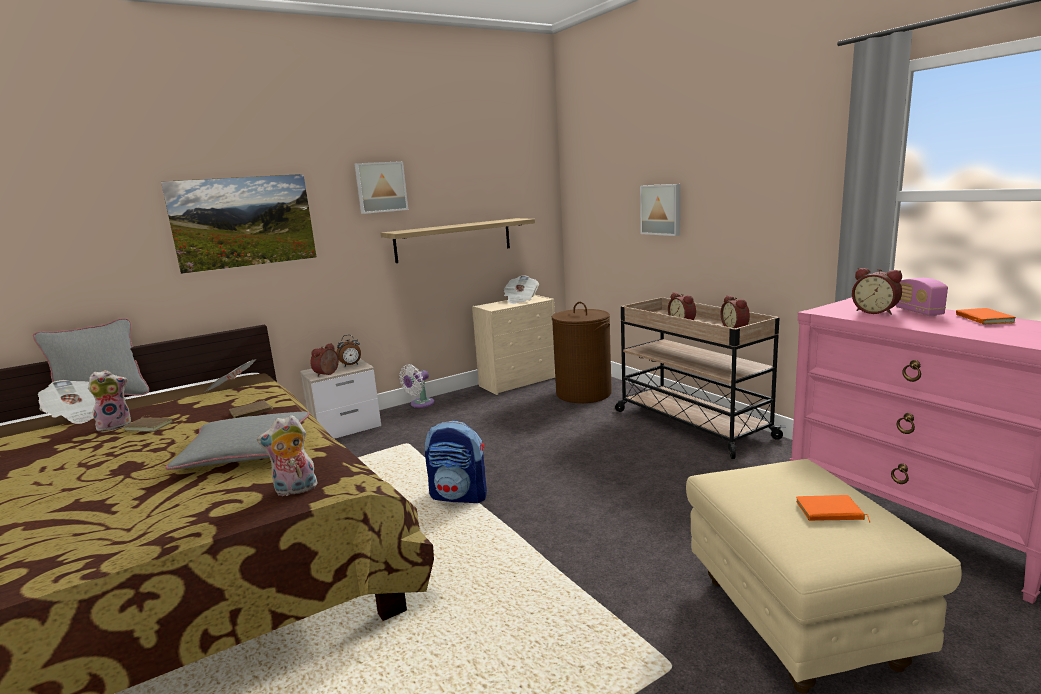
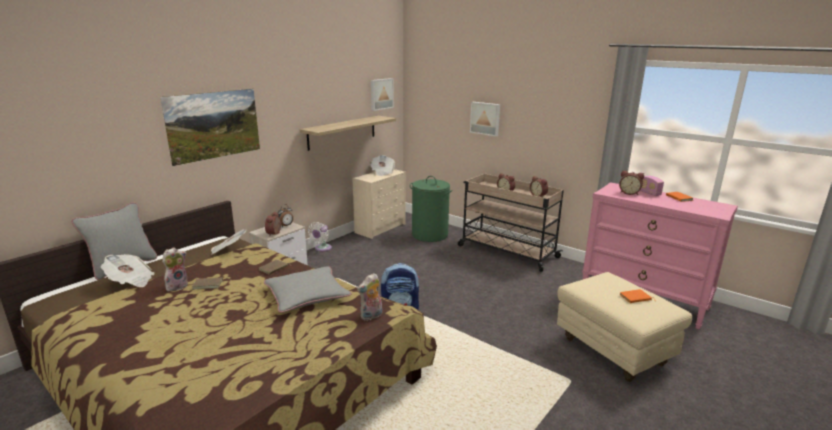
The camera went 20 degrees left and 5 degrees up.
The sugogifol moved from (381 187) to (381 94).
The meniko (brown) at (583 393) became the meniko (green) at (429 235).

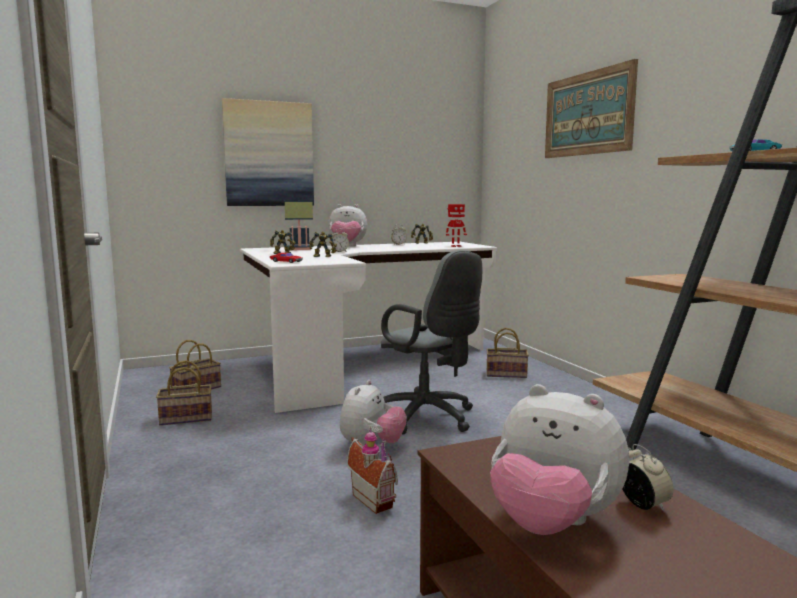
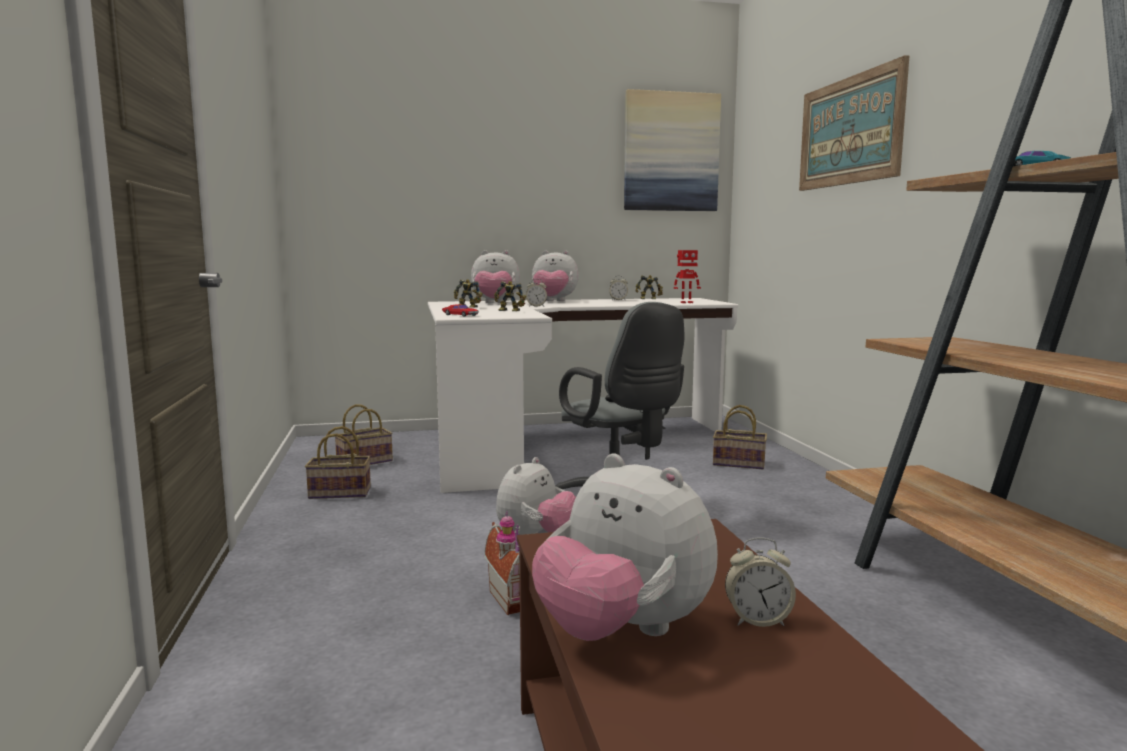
The camera went 10 degrees right and 0 degrees up.
The sugogifol moved from (269 154) to (671 152).
The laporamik at (300 249) was replaced by the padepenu at (495 303).
The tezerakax at (643 505) turned 105 degrees clockwise.

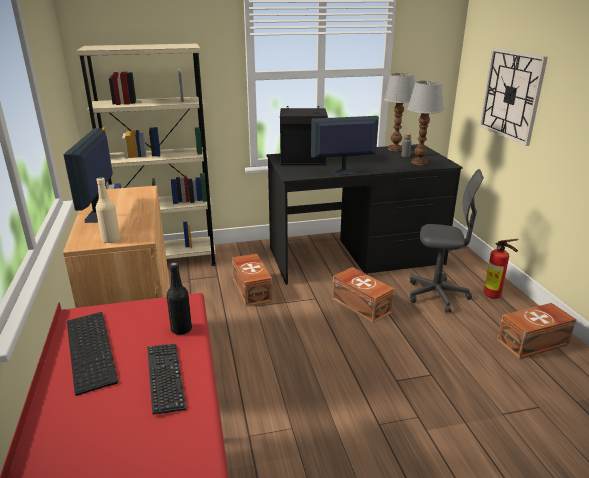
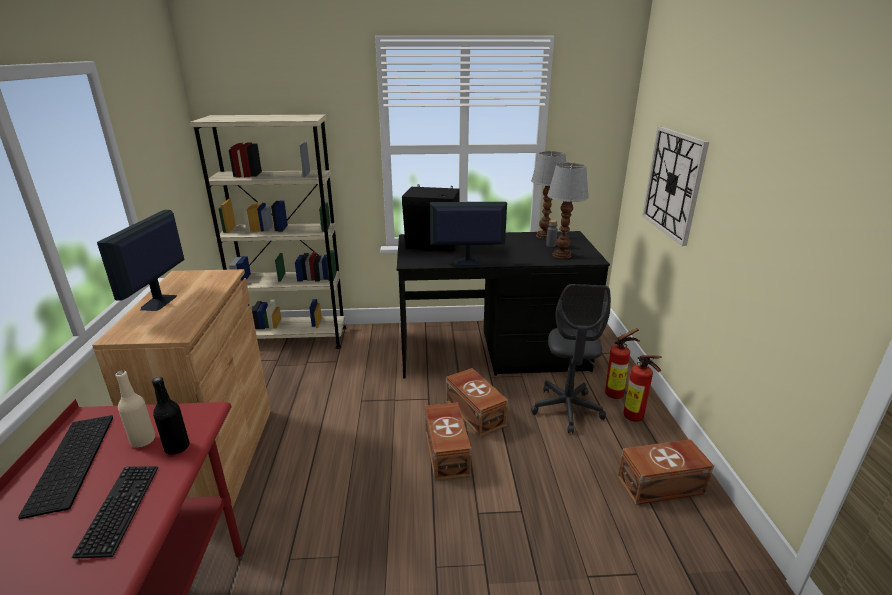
The camera went 10 degrees right and 0 degrees up.
The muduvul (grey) at (437 295) turned 75 degrees clockwise.
The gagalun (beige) moved from (111 240) to (143 441).
The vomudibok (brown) moved from (252 289) to (447 452).
The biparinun at (617 394) appeared.

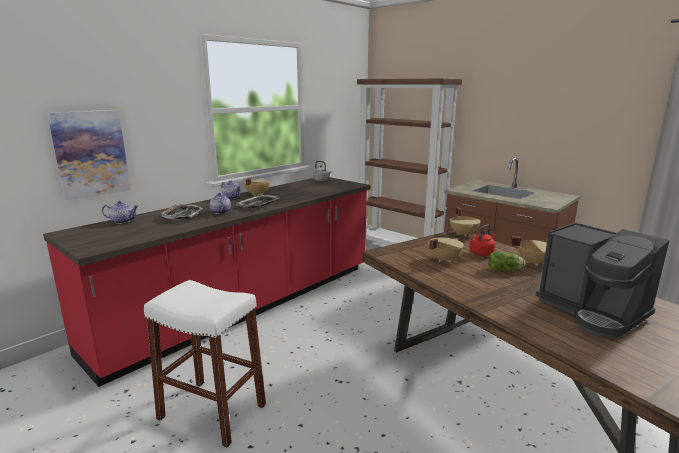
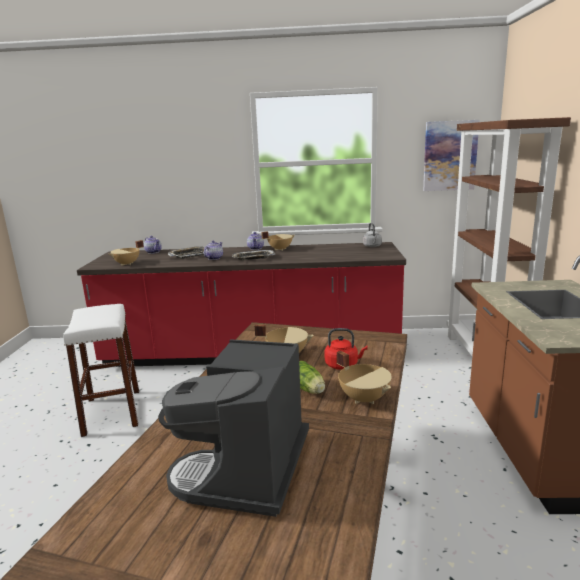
The camera went 50 degrees right and 0 degrees up.
The sugogifol moved from (91 153) to (449 156).
The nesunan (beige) moved from (463 234) to (127 264).

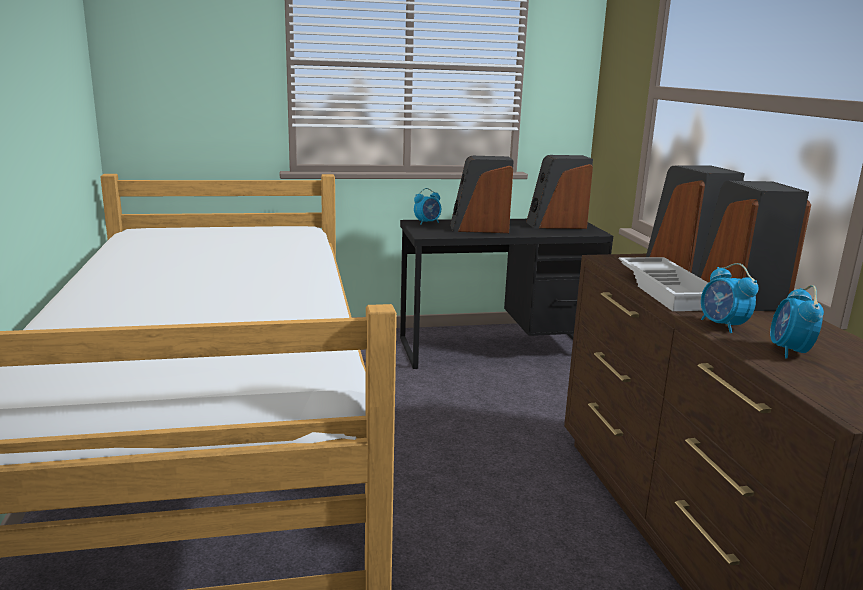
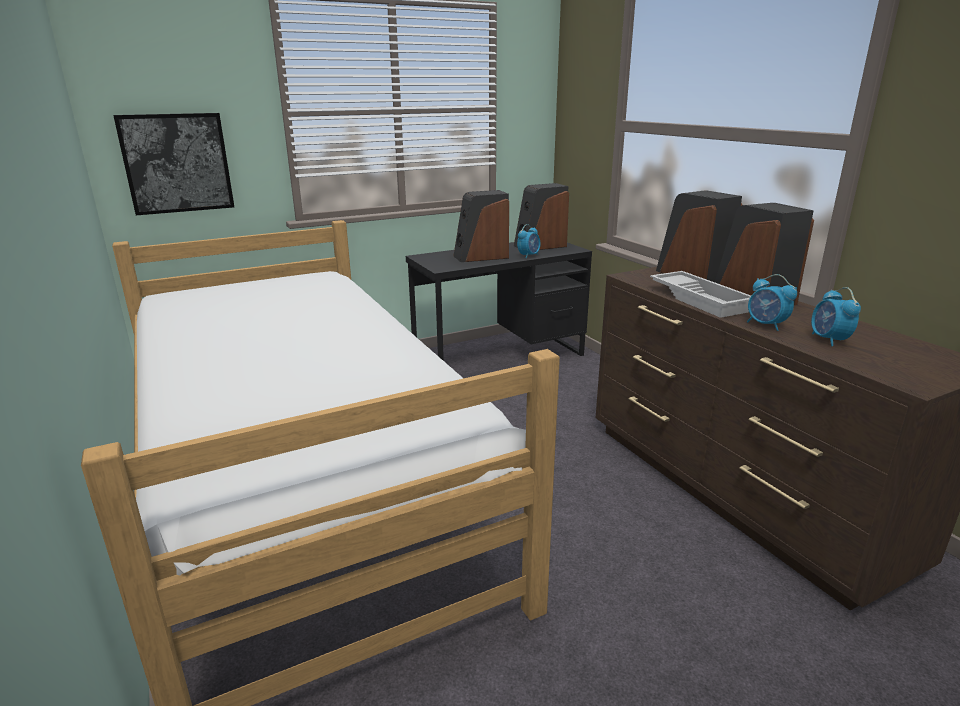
The camera went 15 degrees left and 5 degrees up.
The tezerakax moved from (427 223) to (529 256).
The sugogifol at (177 163) appeared.

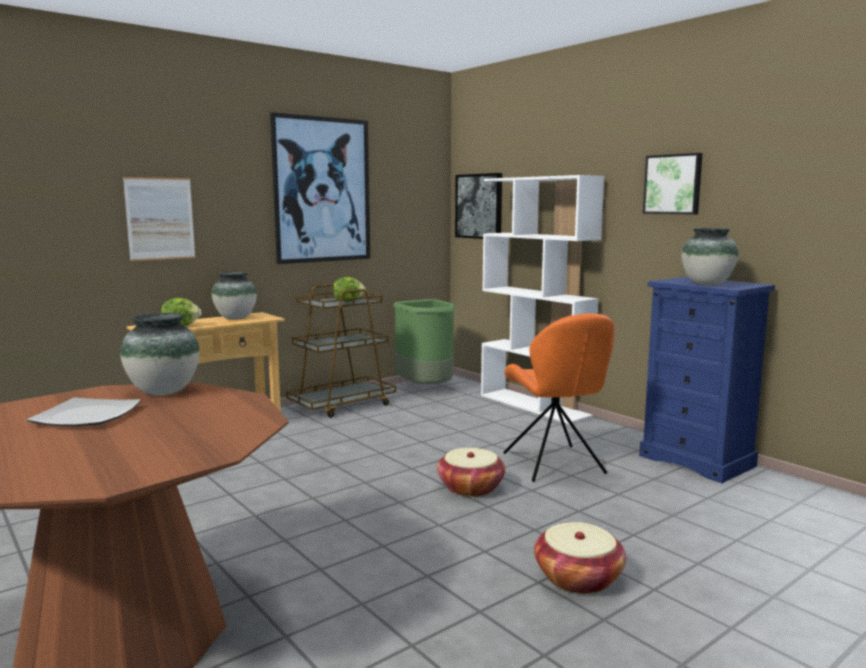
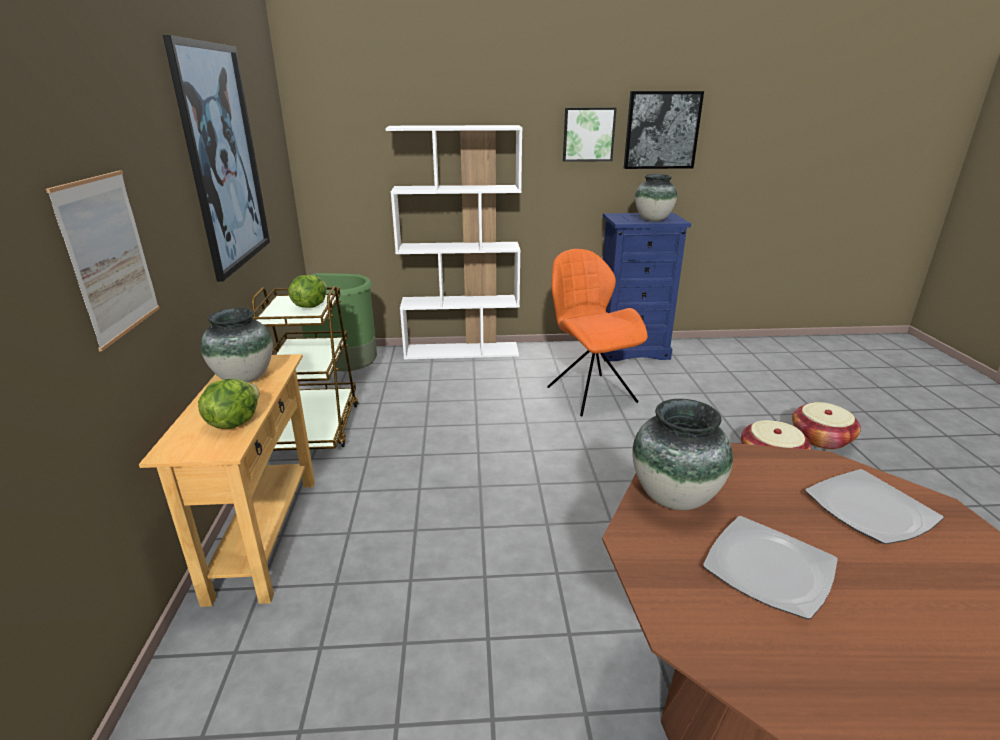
The camera went 55 degrees left and 15 degrees up.
The sugogifol moved from (479 206) to (661 130).
The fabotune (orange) at (554 465) turned 135 degrees counterclockwise.
The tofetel moved from (470 488) to (821 439).
The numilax at (868 509) appeared.

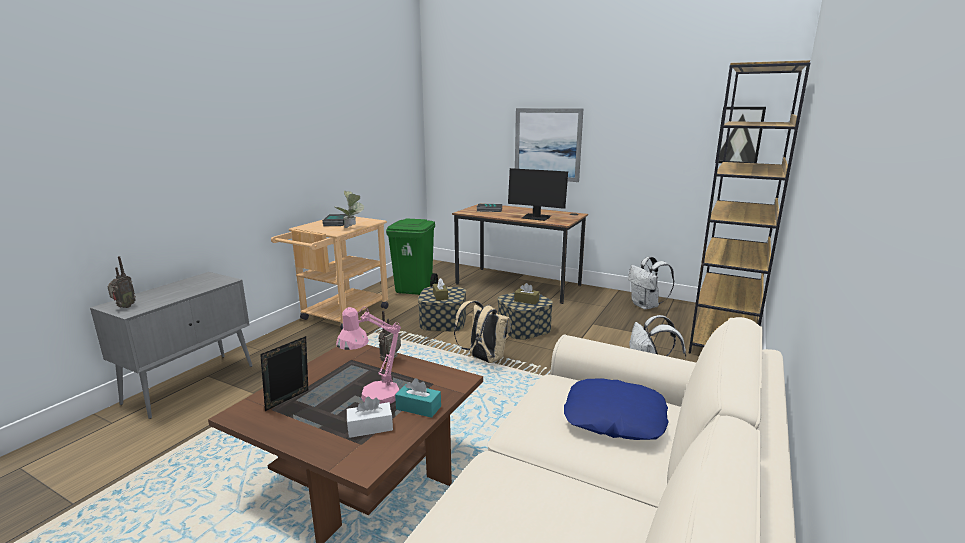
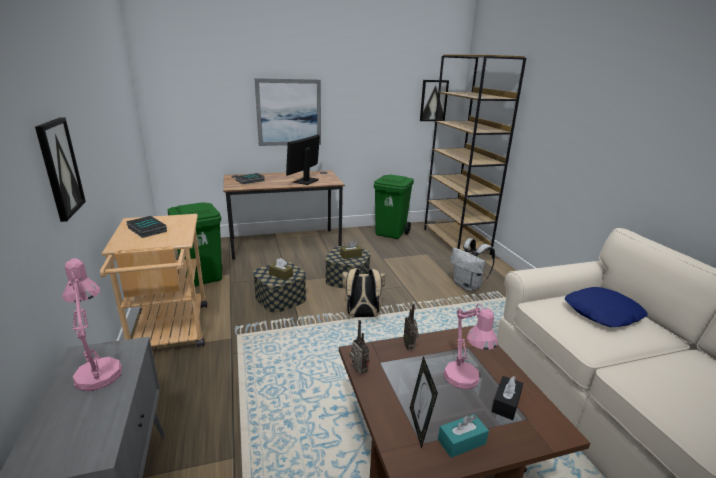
The camera went 45 degrees left and 5 degrees up.
The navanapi at (536 217) turned 135 degrees clockwise.
The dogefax at (352 227) disappeared.
The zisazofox moved from (124 307) to (358 372).
The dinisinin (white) at (646 306) was replaced by the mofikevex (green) at (391 234).
The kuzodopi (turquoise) moved from (418 408) to (461 442).
The kuzodopi (white) at (370 427) became the kuzodopi (black) at (506 403).
The sugogifol at (59 168) appeared.
The laporamik (pink) at (98 370) appeared.

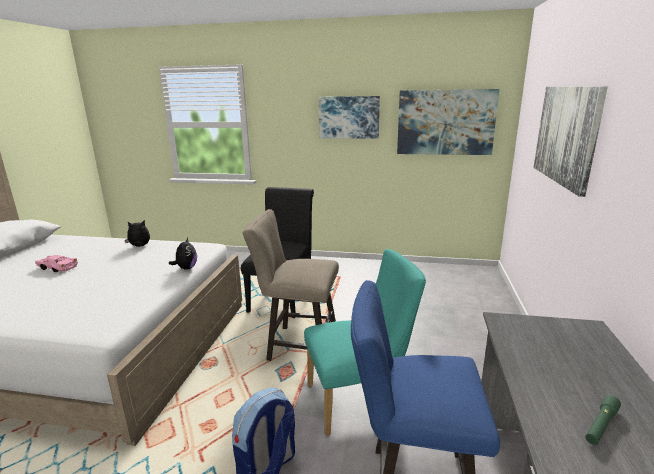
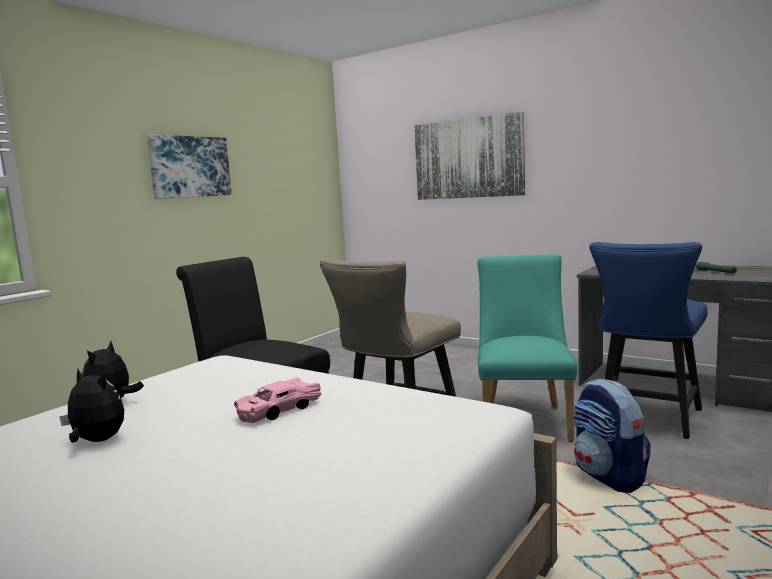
The camera went 65 degrees left and 10 degrees down.
The sugogifol at (445 122) disappeared.
The padepenu moved from (186 268) to (96 441).
The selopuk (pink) moved from (57 267) to (278 410).

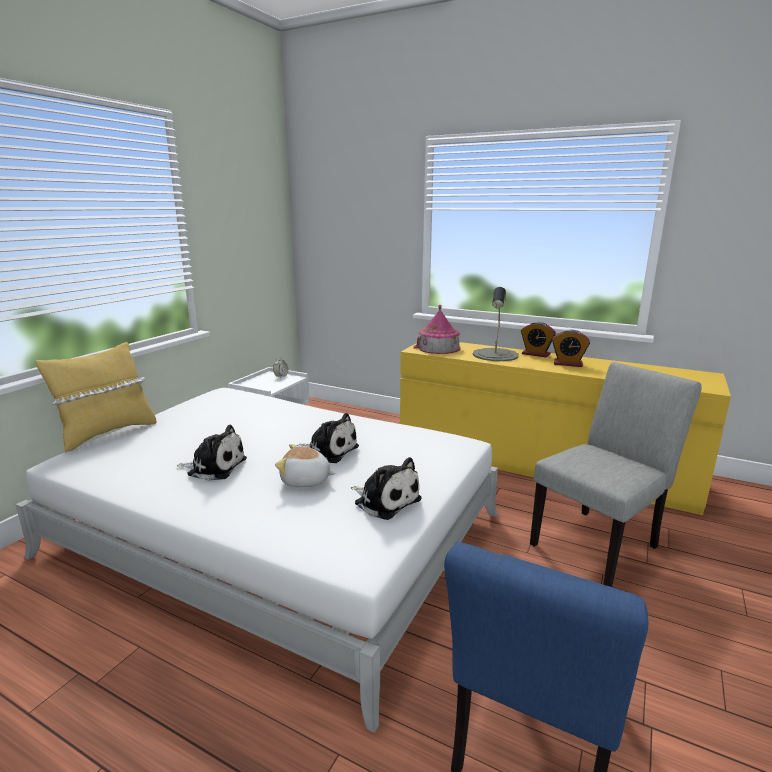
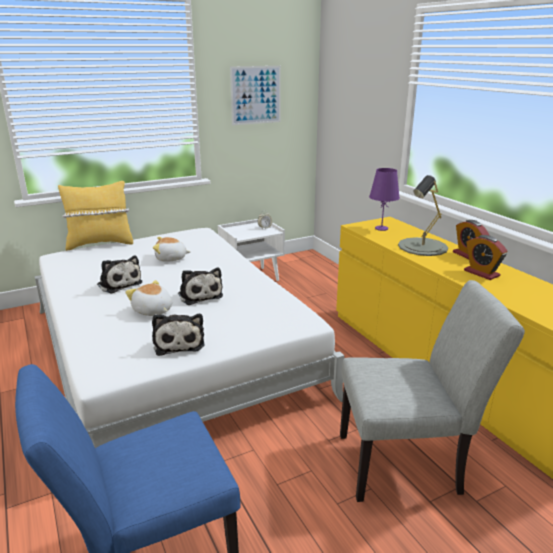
The camera went 35 degrees right and 5 degrees up.
The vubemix at (438 348) was replaced by the laporamik (purple) at (381 228).
The sugogifol at (256 95) appeared.
The padepenu at (171 258) appeared.

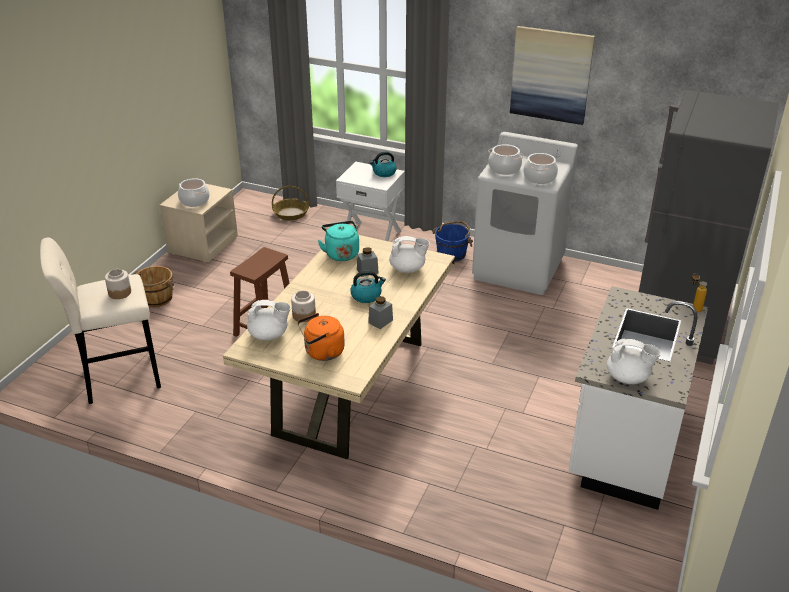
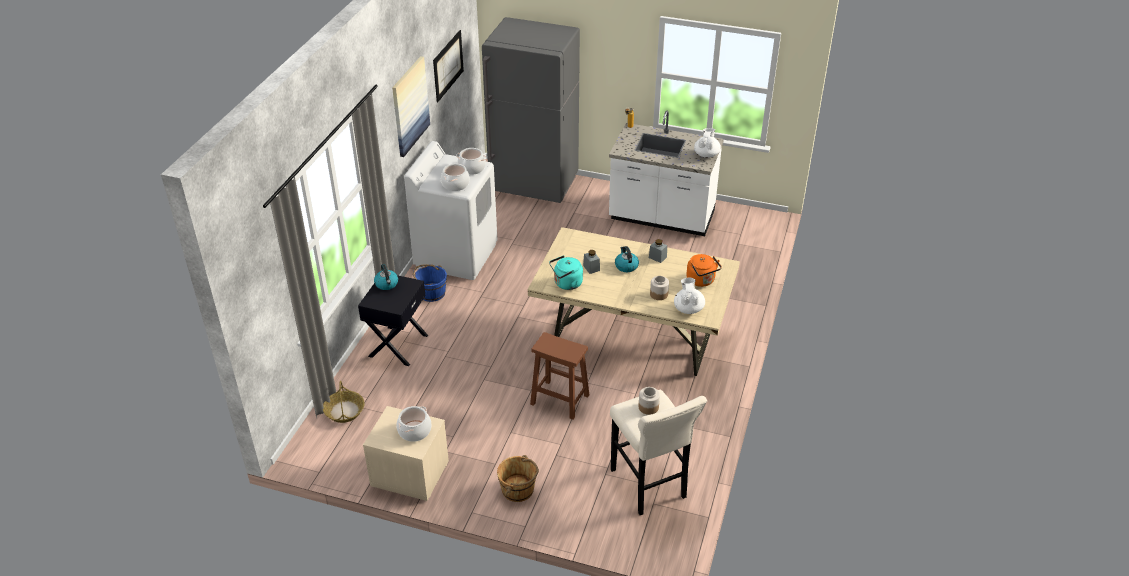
The camera went 95 degrees left and 5 degrees up.
The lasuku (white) at (372 236) became the lasuku (black) at (397 345).
The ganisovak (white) at (408 269) disappeared.
The sugogifol at (448 65) appeared.

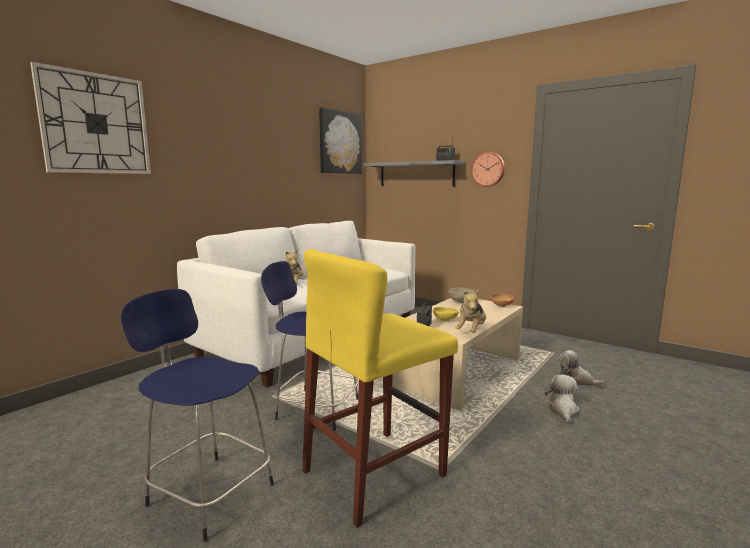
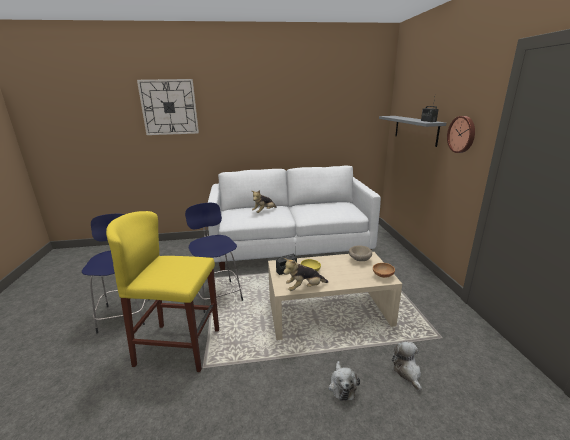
The camera went 45 degrees right and 10 degrees up.
The sugogifol at (340 143) disappeared.
The padepenu at (563 410) turned 120 degrees clockwise.

